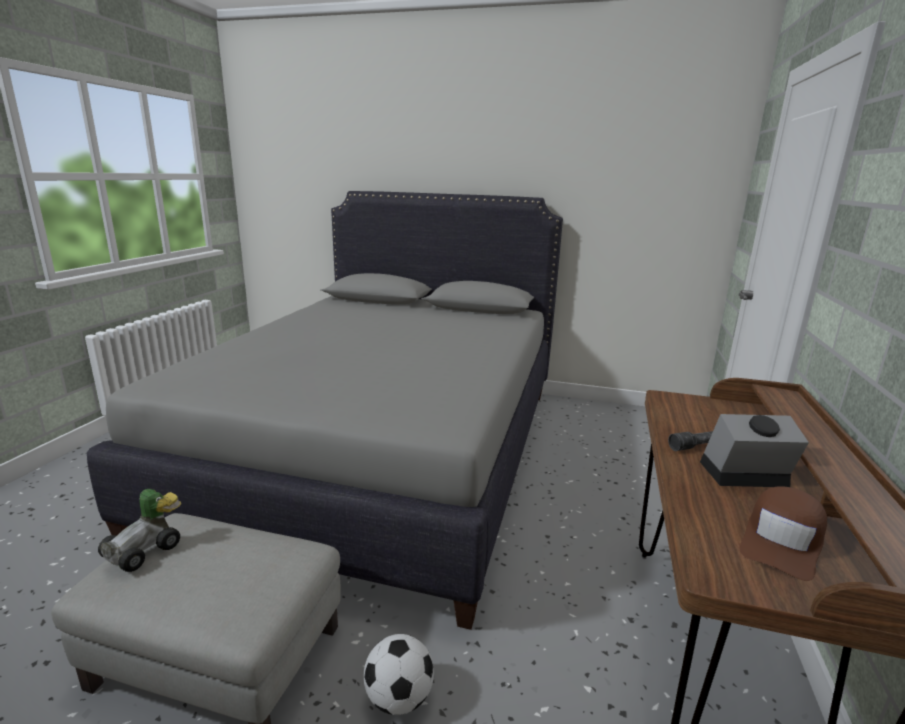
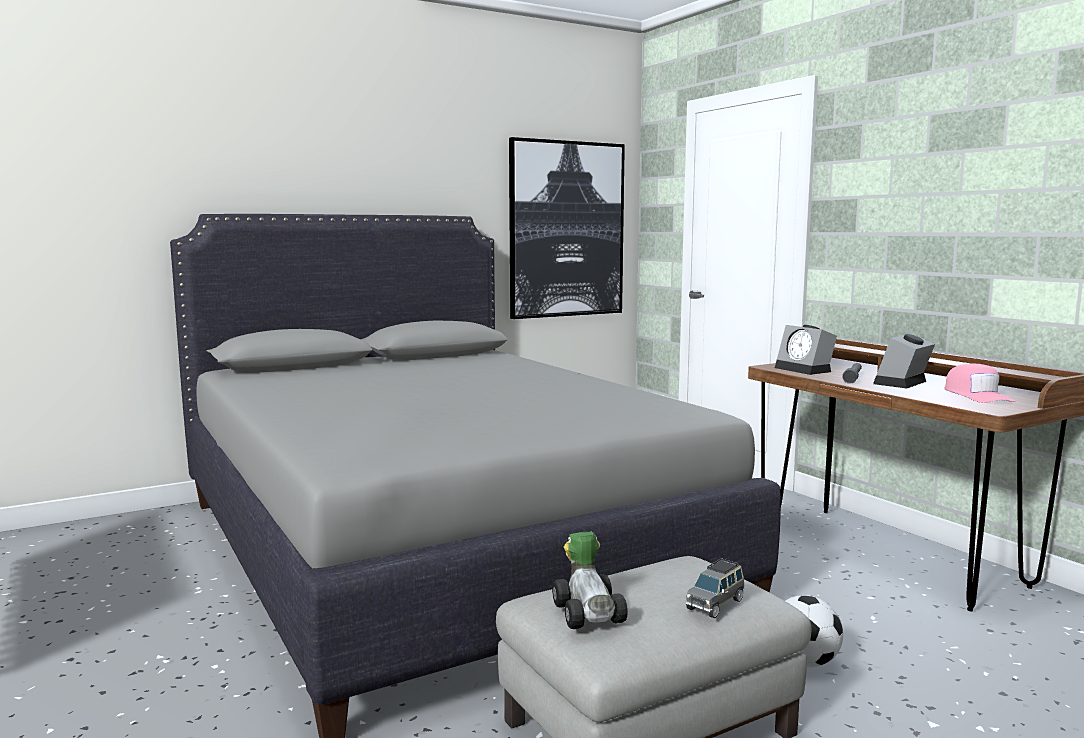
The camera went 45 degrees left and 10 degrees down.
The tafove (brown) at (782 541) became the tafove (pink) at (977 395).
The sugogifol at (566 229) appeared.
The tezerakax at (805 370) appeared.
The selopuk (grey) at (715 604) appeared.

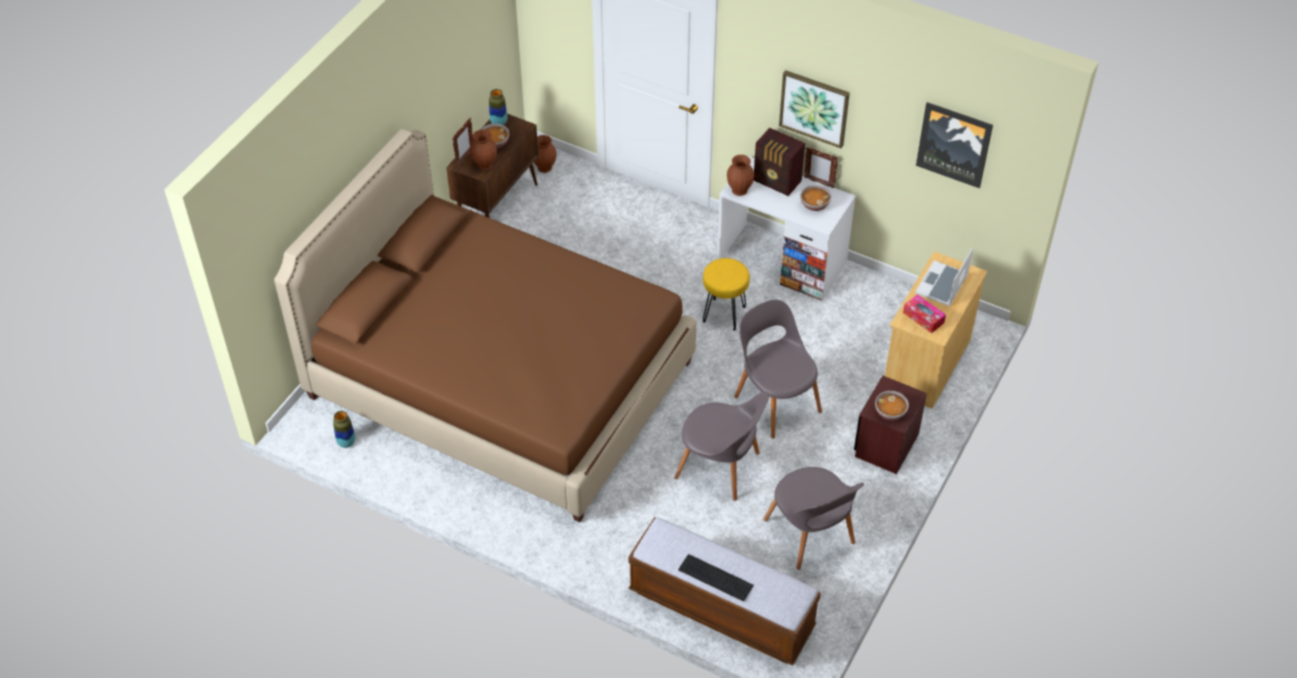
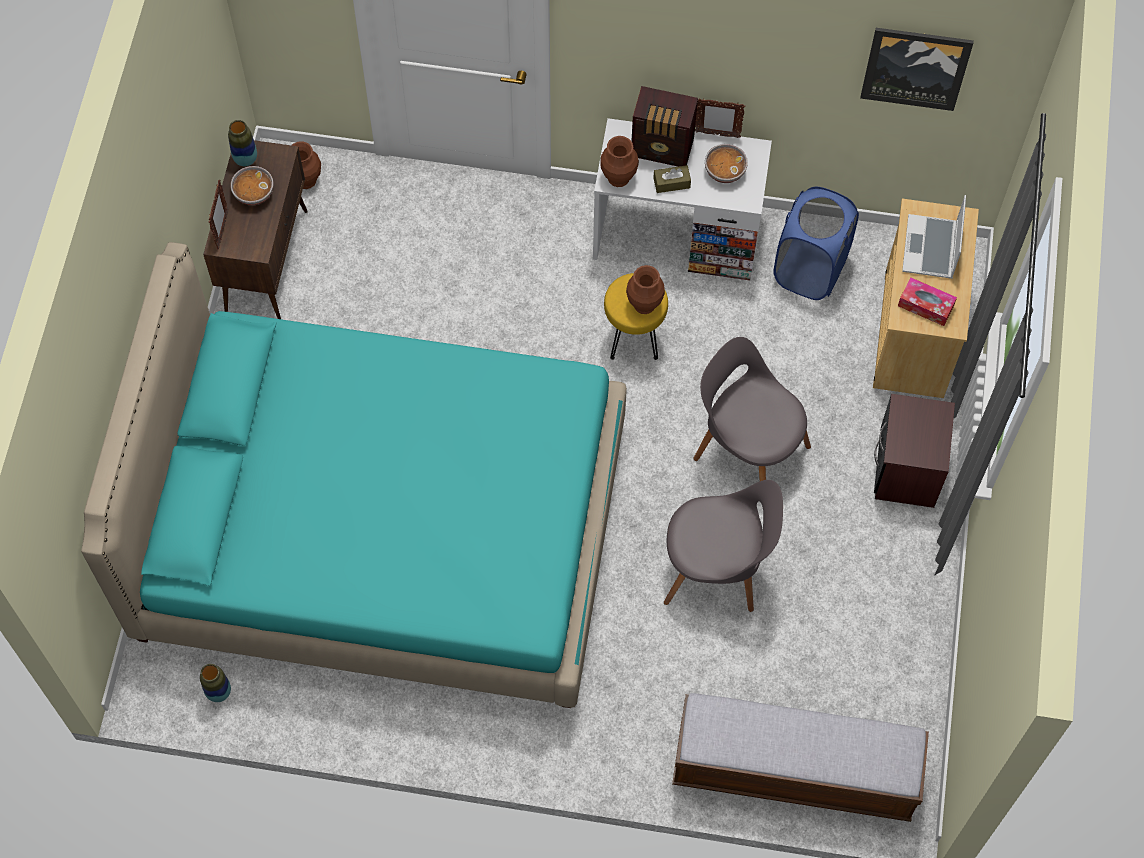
The camera went 20 degrees left and 15 degrees up.
The sugogifol at (814 108) disappeared.
The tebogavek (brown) at (500 380) became the tebogavek (turquoise) at (383 531).
The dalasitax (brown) moved from (485 165) to (645 304).
The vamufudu at (890 412) disappeared.
The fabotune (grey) at (810 535) disappeared.
The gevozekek at (715 577) disappeared.
The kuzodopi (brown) at (671 183) appeared.
The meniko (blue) at (810 269) appeared.

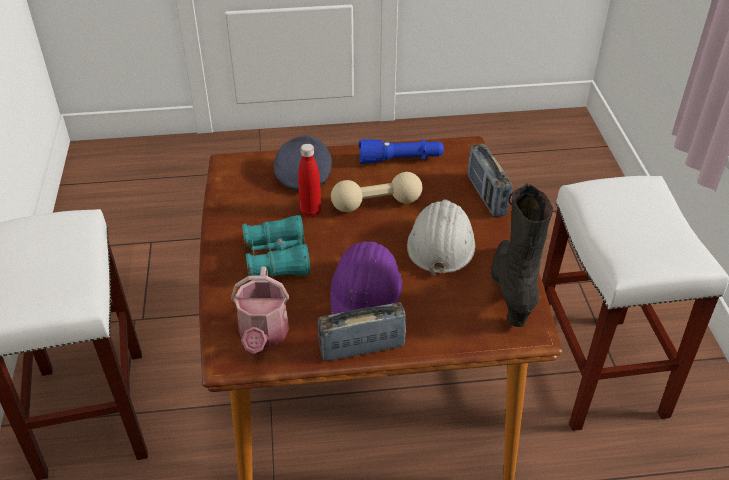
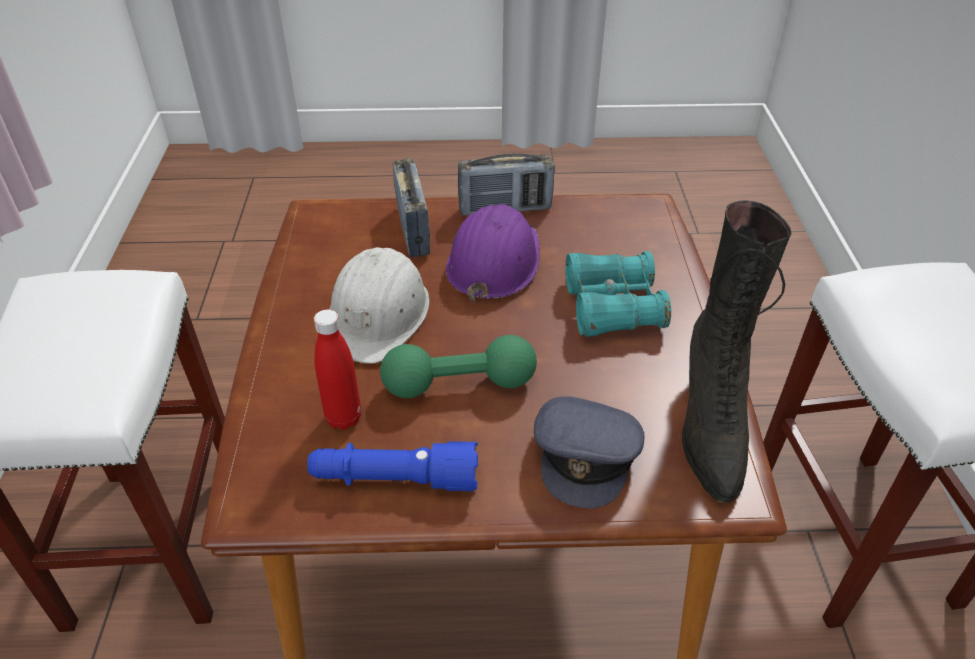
The camera went 175 degrees left and 0 degrees up.
The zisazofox moved from (486 196) to (413 230).
The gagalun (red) moved from (310 211) to (343 418).
The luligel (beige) at (376 204) became the luligel (green) at (459 384).
The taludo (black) moved from (512 291) to (711 426).
The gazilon at (263 335) disappeared.

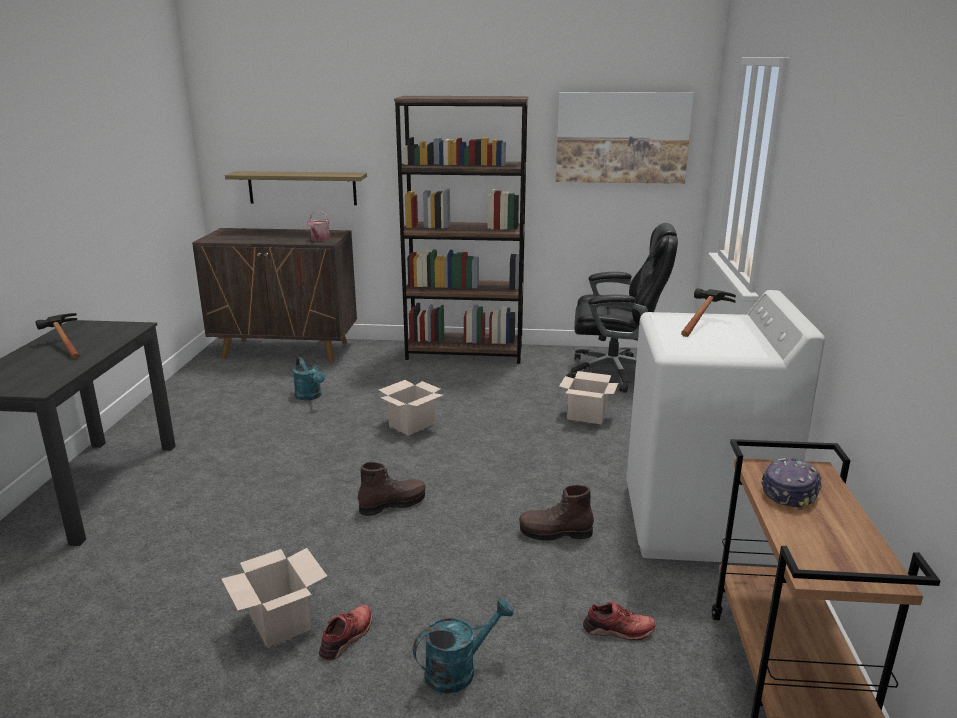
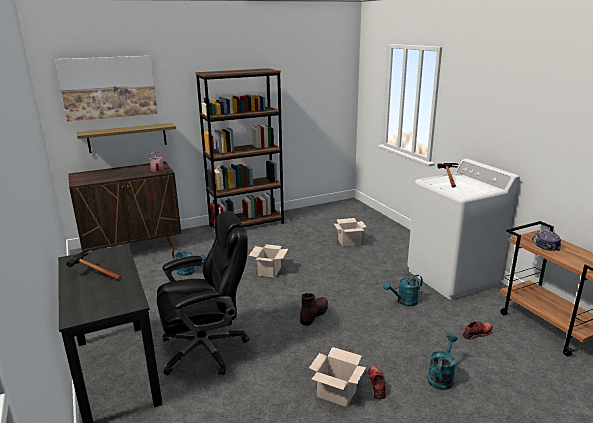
The camera went 30 degrees left and 0 degrees up.
The sugogifol moved from (622 137) to (109 87).
The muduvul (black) moved from (615 372) to (206 348).
The taludo (brown) at (555 533) was replaced by the gazilon (turquoise) at (404 302).

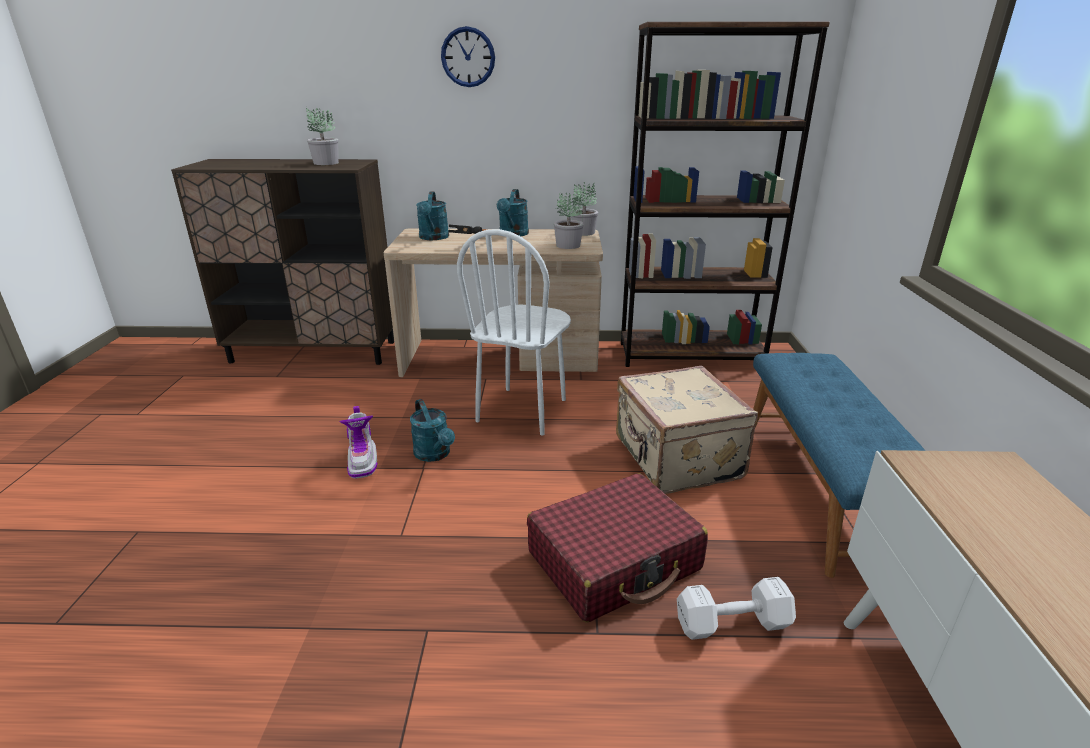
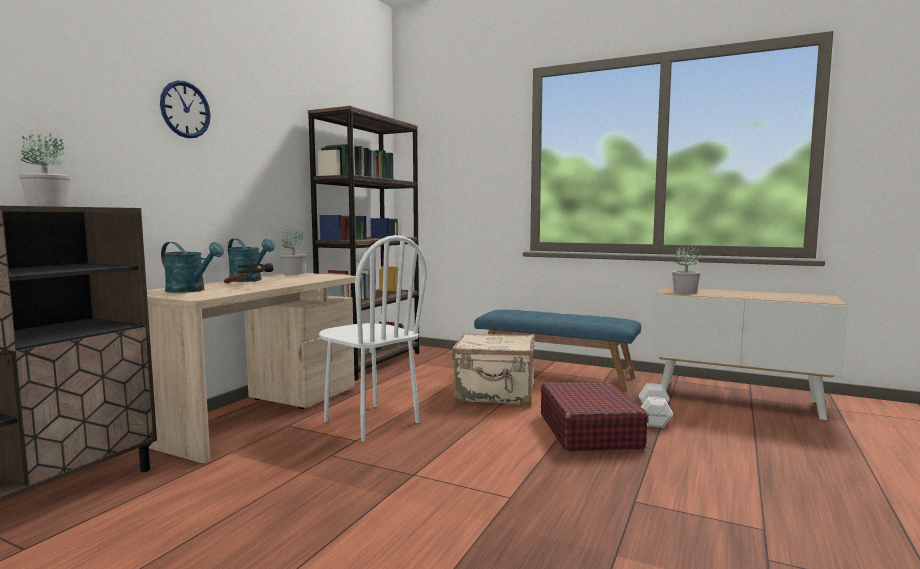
The camera went 65 degrees left and 20 degrees down.
The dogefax moved from (568 245) to (685 291).
The gazilon (turquoise) at (435 455) disappeared.
The taludo at (363 461) disappeared.

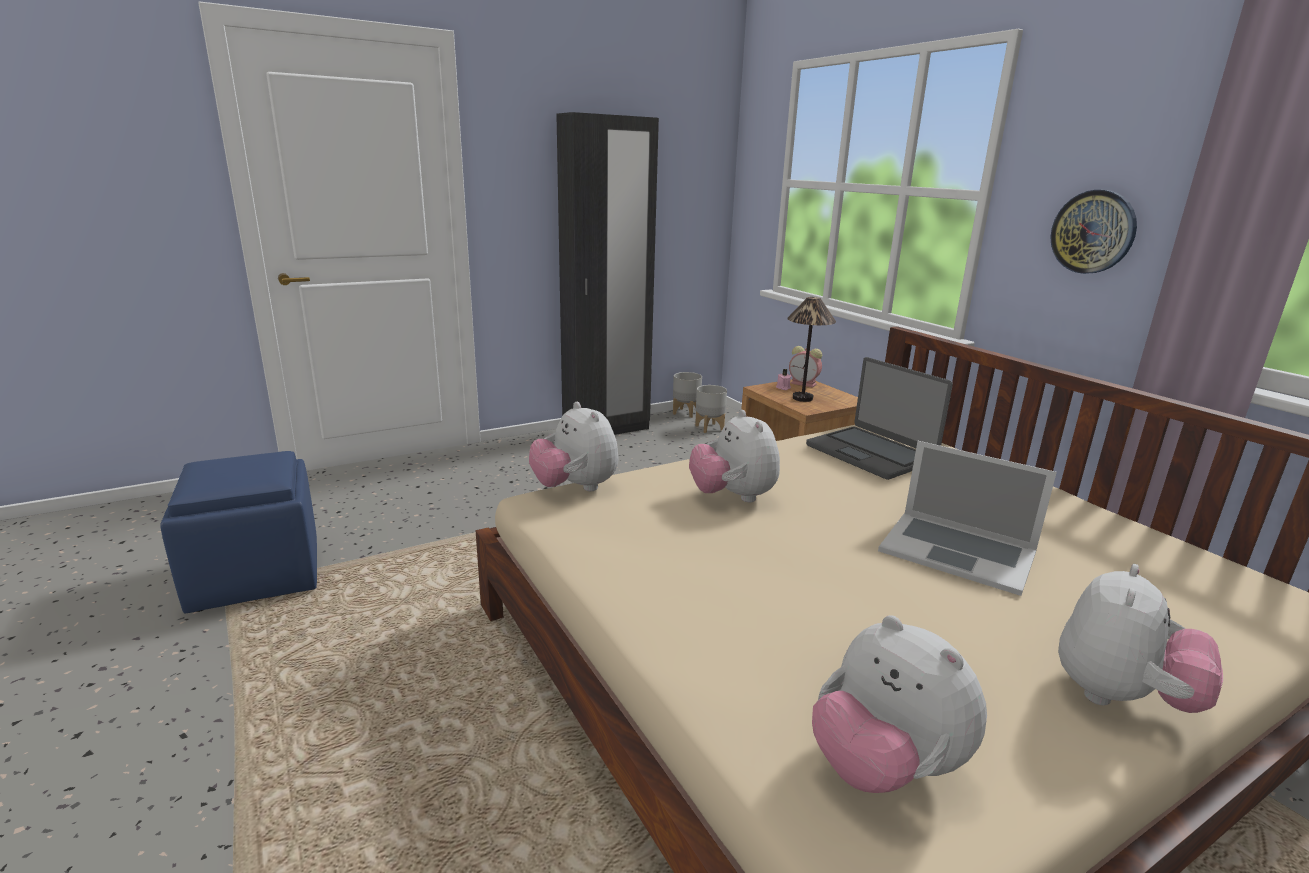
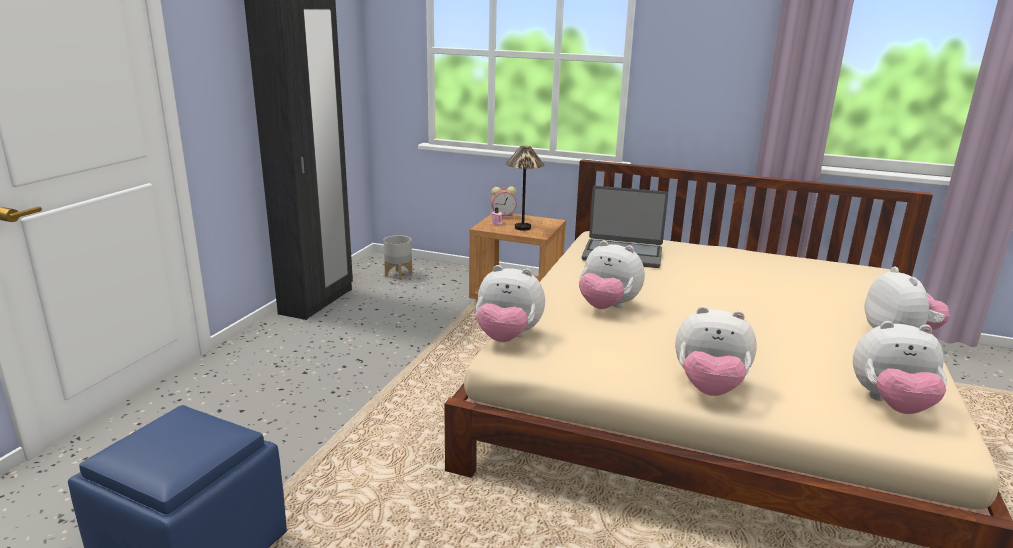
The camera went 40 degrees left and 0 degrees up.
The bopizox at (1093 232) disappeared.
The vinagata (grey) at (685 413) disappeared.
The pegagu at (957 551) disappeared.
The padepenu at (709 388) appeared.

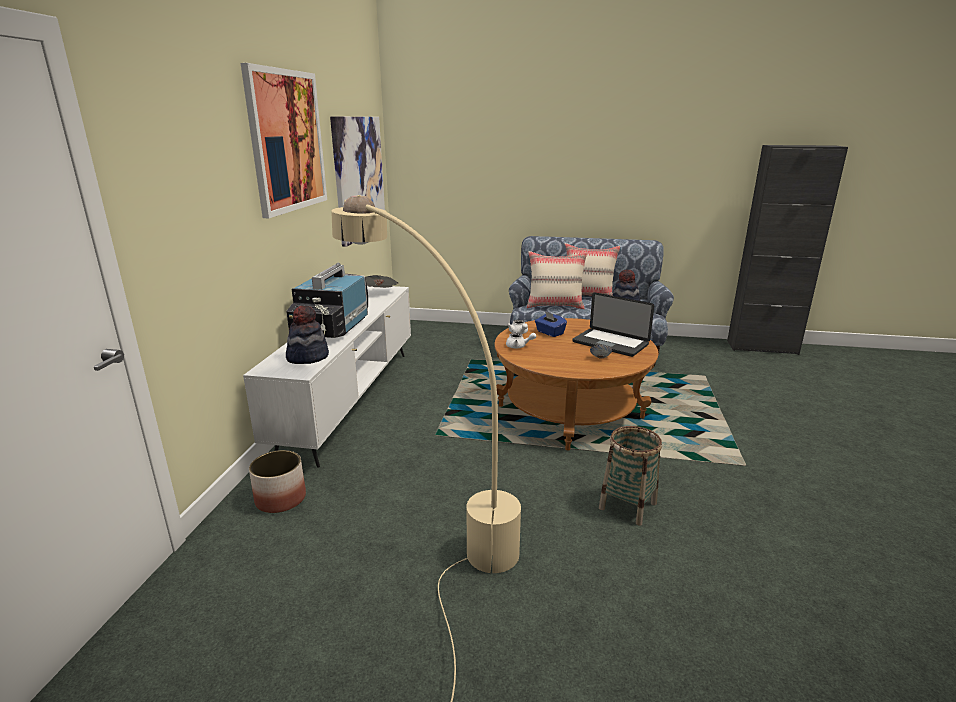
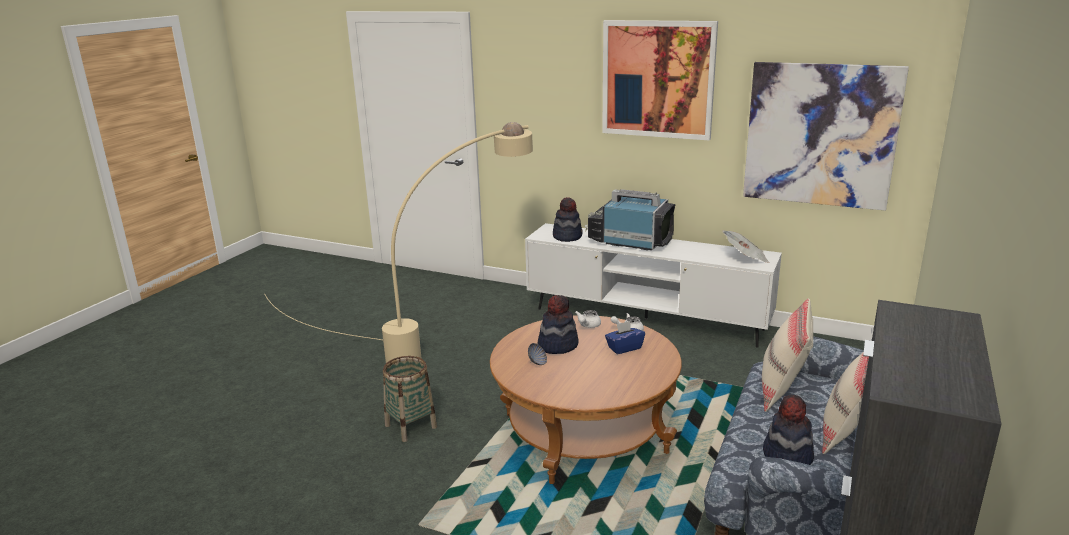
The camera went 105 degrees right and 0 degrees up.
The pegagu at (610 343) disappeared.
The vinagata at (281 499) disappeared.
The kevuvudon at (557 345) appeared.

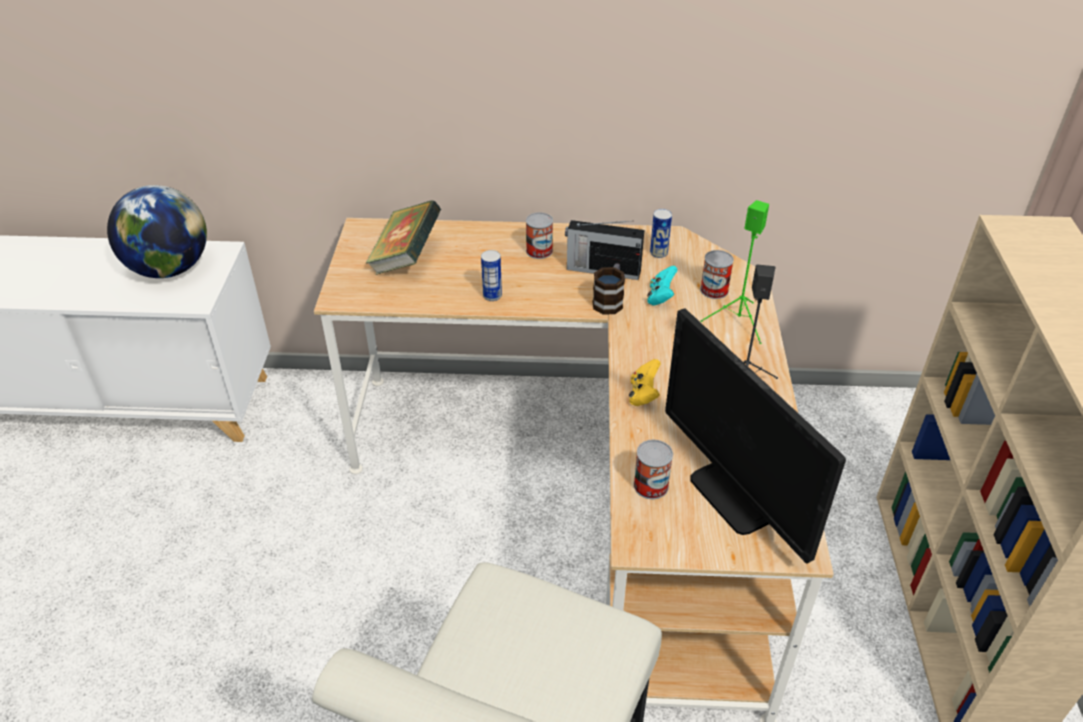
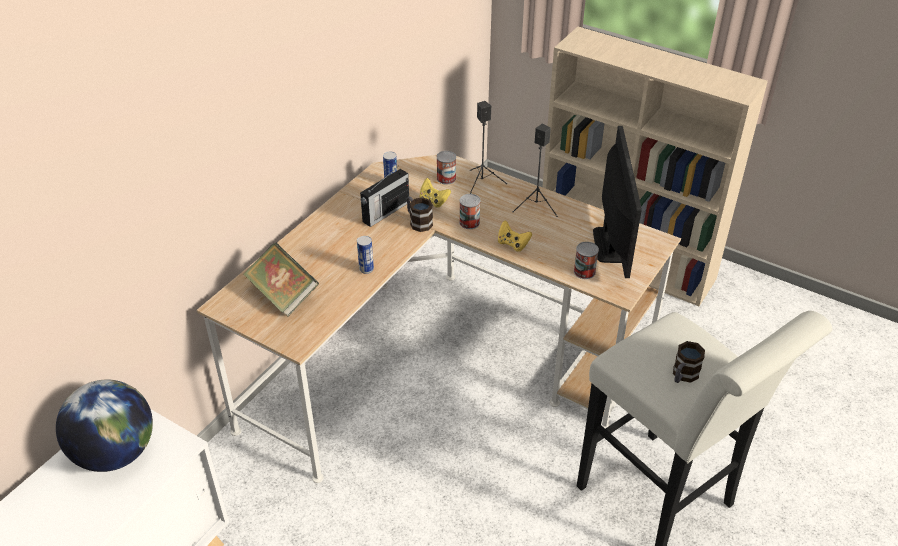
The camera went 60 degrees left and 0 degrees up.
The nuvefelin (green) at (738 322) became the nuvefelin (black) at (482 183).
The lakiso moved from (539 251) to (469 222).
The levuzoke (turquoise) at (660 297) became the levuzoke (yellow) at (433 201).
The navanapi at (736 495) turned 90 degrees counterclockwise.
The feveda at (683 375) appeared.

